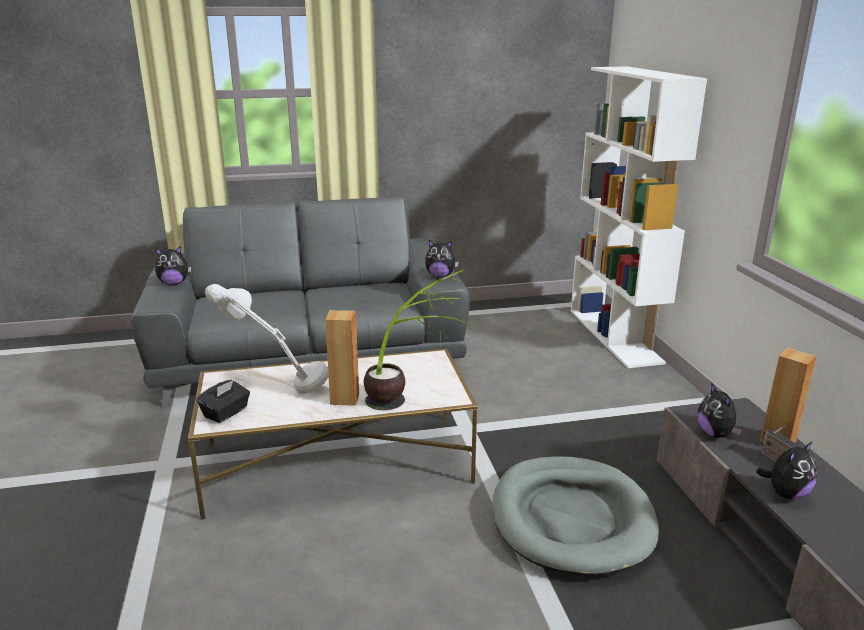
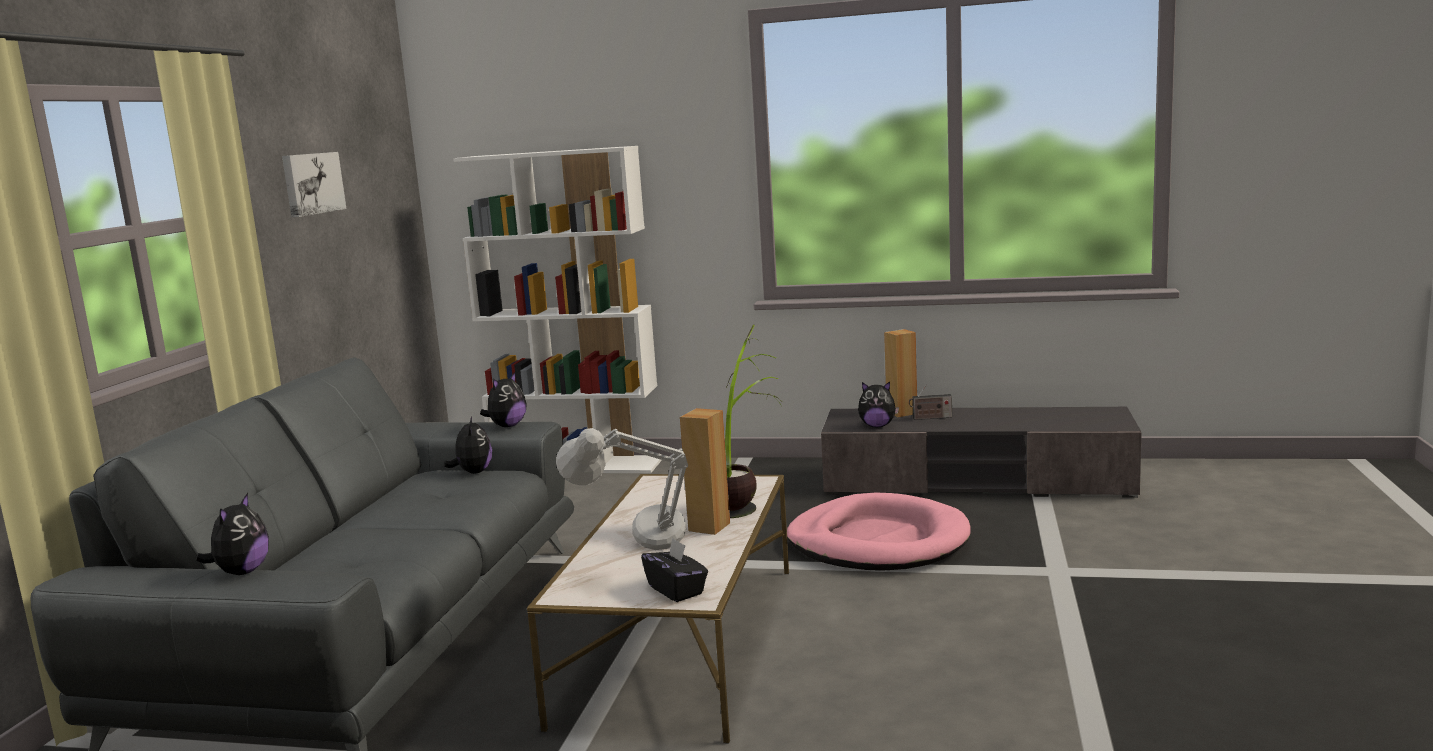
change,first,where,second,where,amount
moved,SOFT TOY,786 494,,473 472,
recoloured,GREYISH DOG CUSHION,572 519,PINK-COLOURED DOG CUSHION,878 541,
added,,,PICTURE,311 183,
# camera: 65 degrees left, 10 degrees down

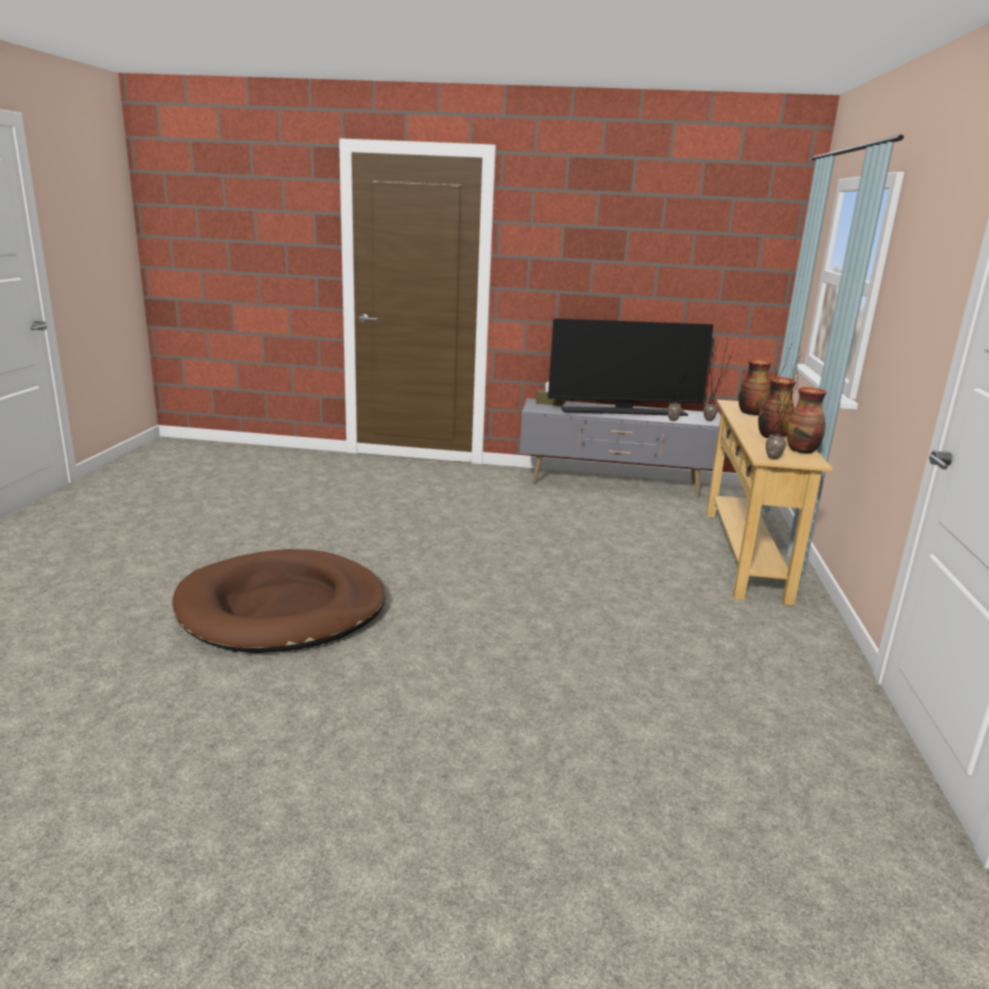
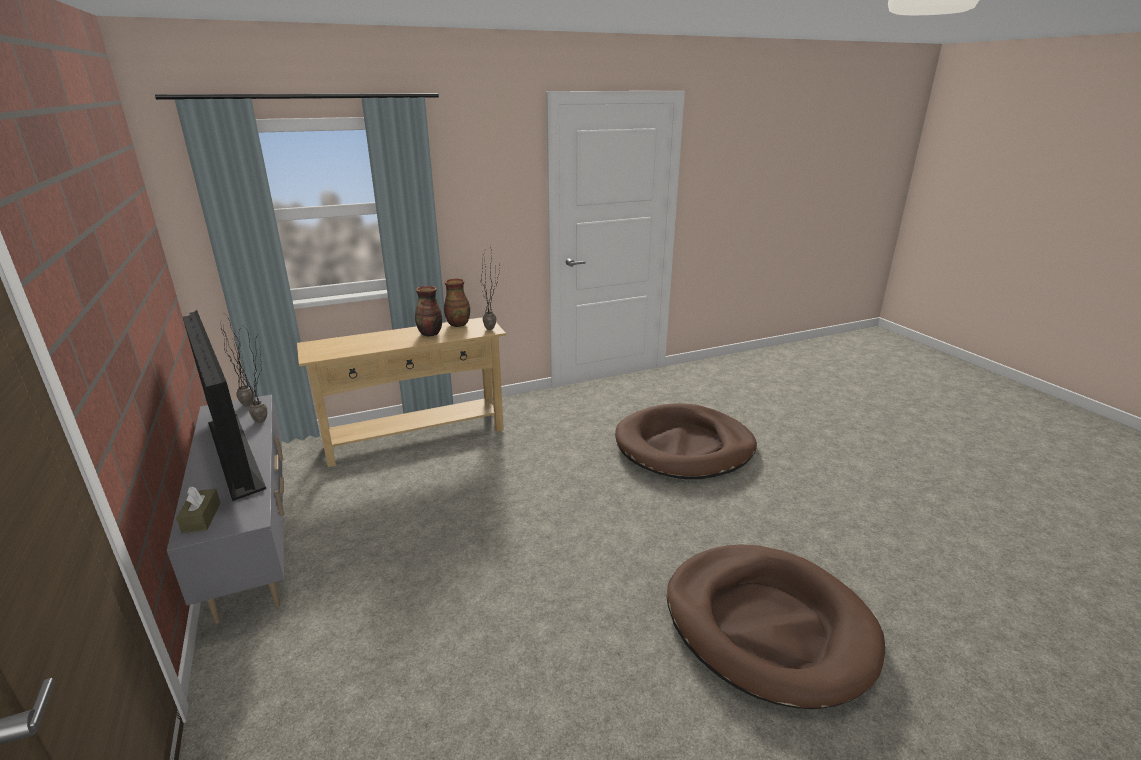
change,first,where,second,where,amount
removed,FLOWER VASE,750 413,,,
added,,,BROWN DOG CUSHION,684 446,
# camera: 120 degrees left, 5 degrees up

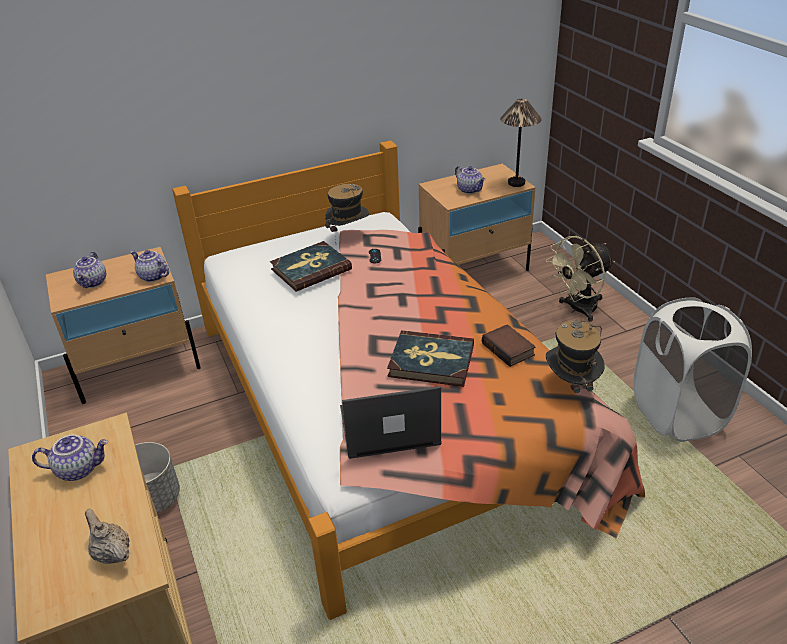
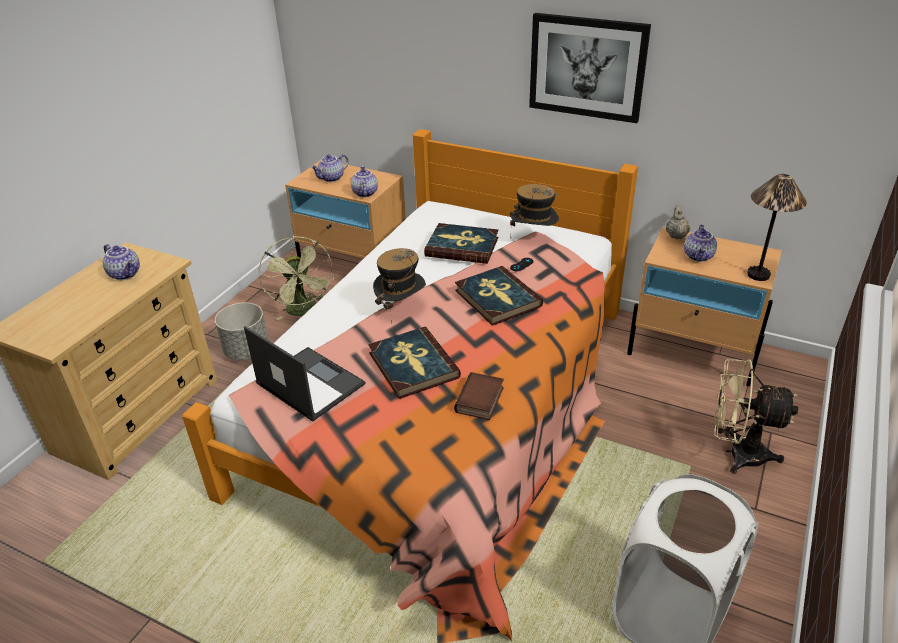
change,first,where,second,where,amount
moved,WEARABLE HAT,571 386,,401 308,
moved,BEIGE-COLOURED TEA POT,112 553,,676 235,
added,,,PICTURE,587 67,
added,,,GREENISH FAN,304 311,
added,,,BOUND BOOK,497 298,
# camera: 50 degrees right, 0 degrees up

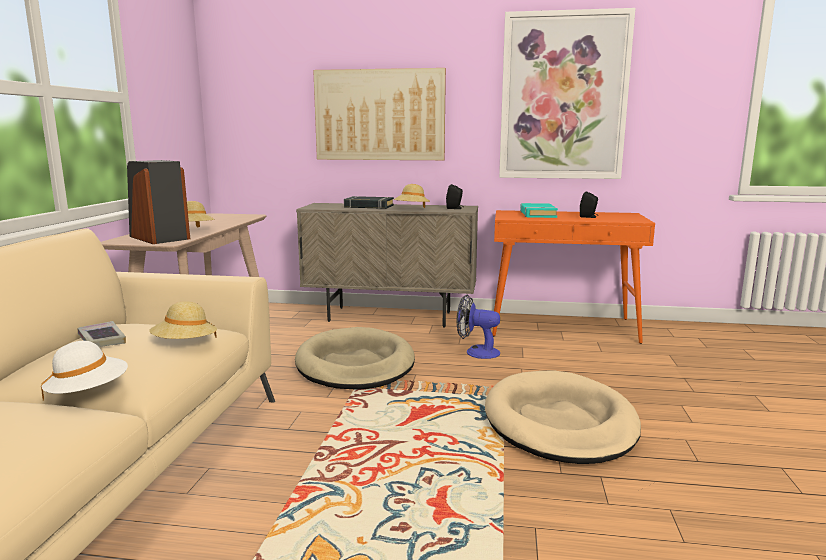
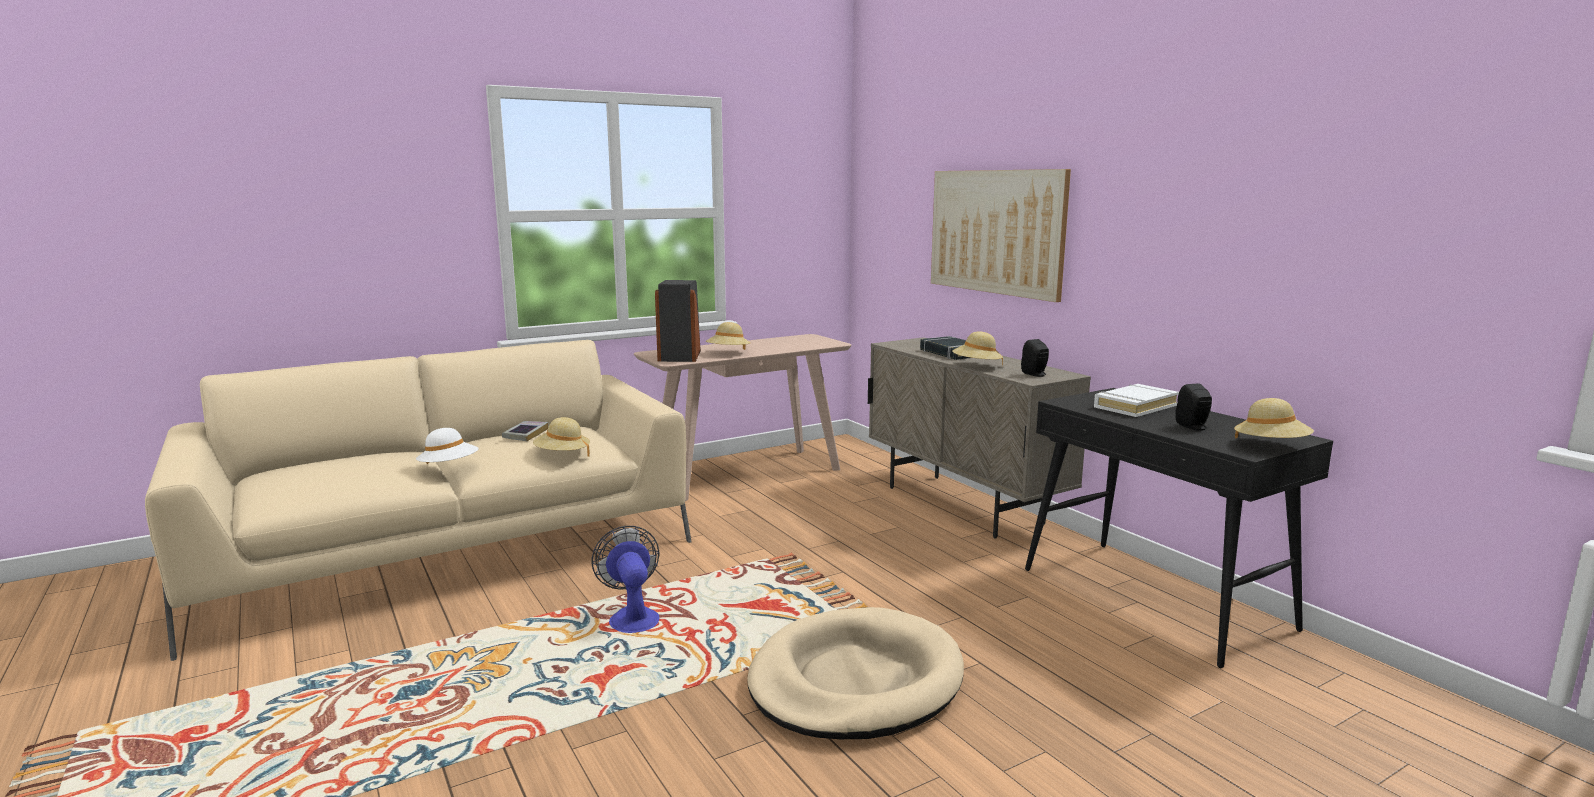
change,first,where,second,where,amount
removed,PICTURE,563 97,,,
recoloured,TURQUOISE-COLOURED BOUND BOOK,537 214,WHITISH BOUND BOOK,1135 406,
recoloured,ORANGEY NARROW TABLE,563 327,BLACKISH NARROW TABLE,1155 599,
moved,FAN,476 352,,632 616,
removed,BEIGE-COLOURED DOG CUSHION,355 364,,,
added,,,BEIGE-COLOURED WEARABLE HAT,1271 446,
# camera: 50 degrees right, 0 degrees up

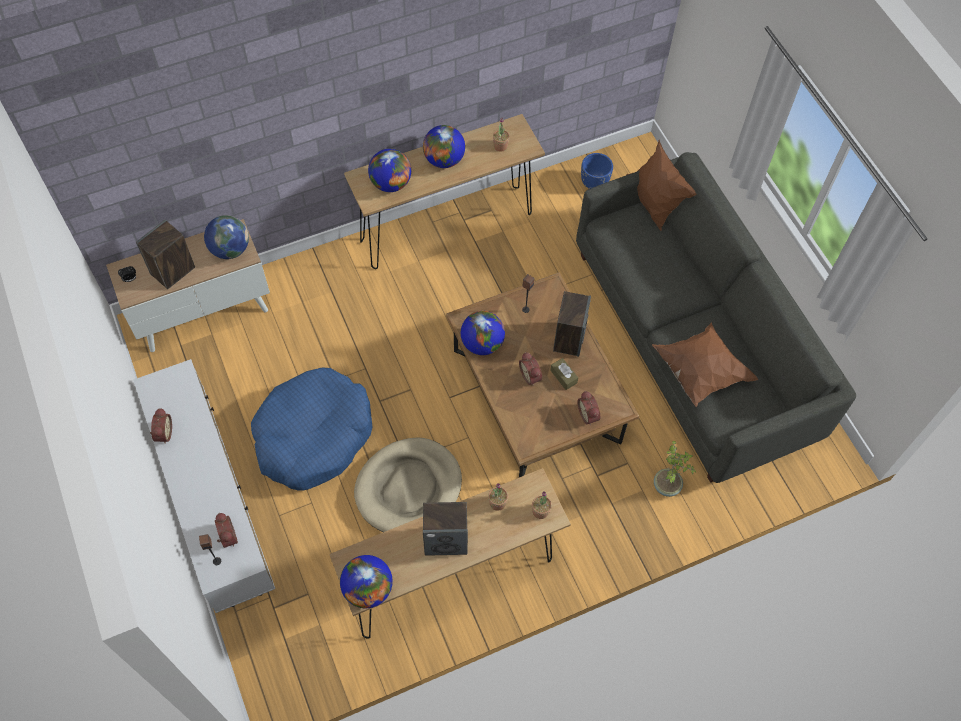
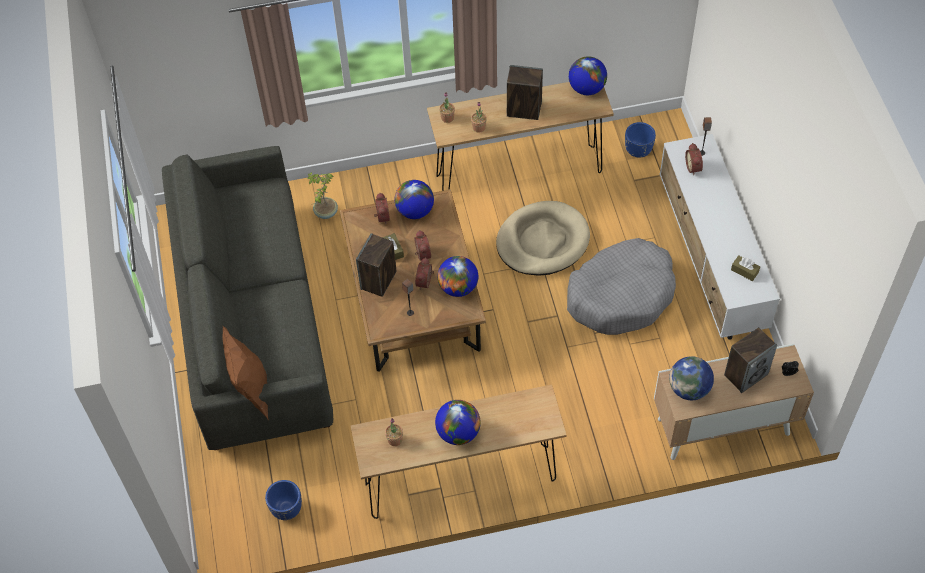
change,first,where,second,where,amount
moved,DESK GLOBE,391 183,,415 211,
removed,BROWN CUSHION,699 371,,,
recoloured,BLUE-COLOURED DOG CUSHION,313 436,GREYISH DOG CUSHION,621 295,
moved,TABLE CLOCK,163 433,,425 282,
added,,,BLUE-COLOURED PLANTER,638 151,
added,,,BROWN TISSUE BOX,744 271,
# camera: 165 degrees left, 5 degrees down

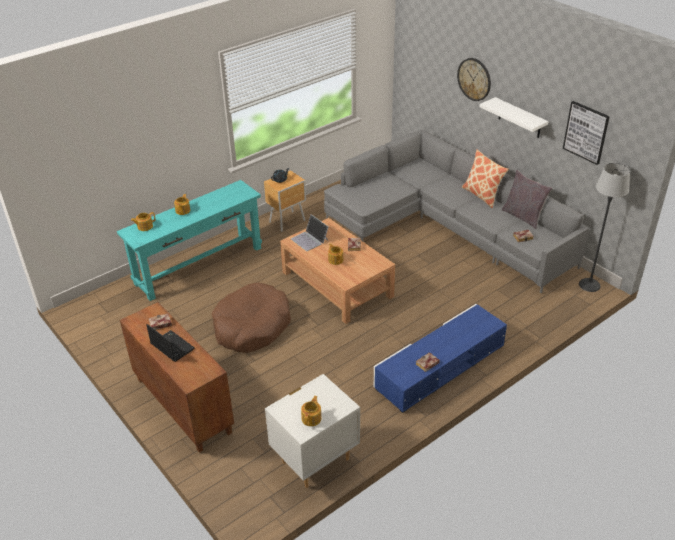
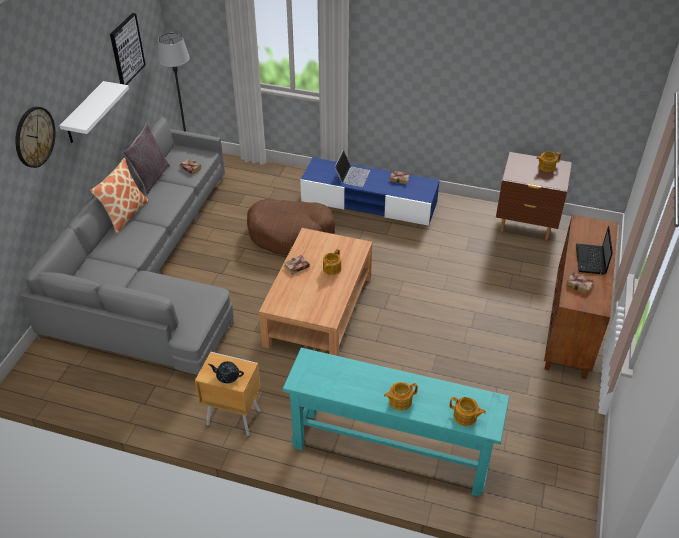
change,first,where,second,where,amount
moved,LAPTOP,310 239,,352 175,
moved,BROWN DOG CUSHION,252 326,,291 234,
recoloured,WHITISH NIGHT TABLE,315 460,BROWN NIGHT TABLE,526 225,
# camera: 125 degrees left, 5 degrees up

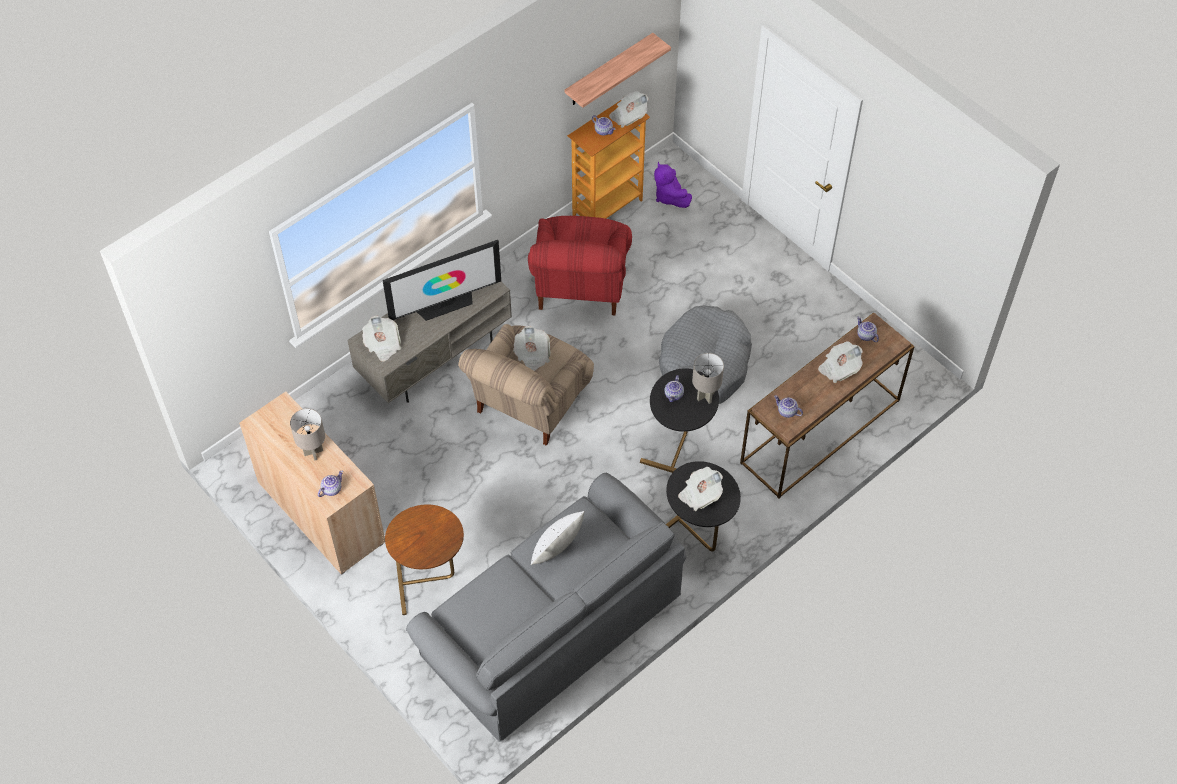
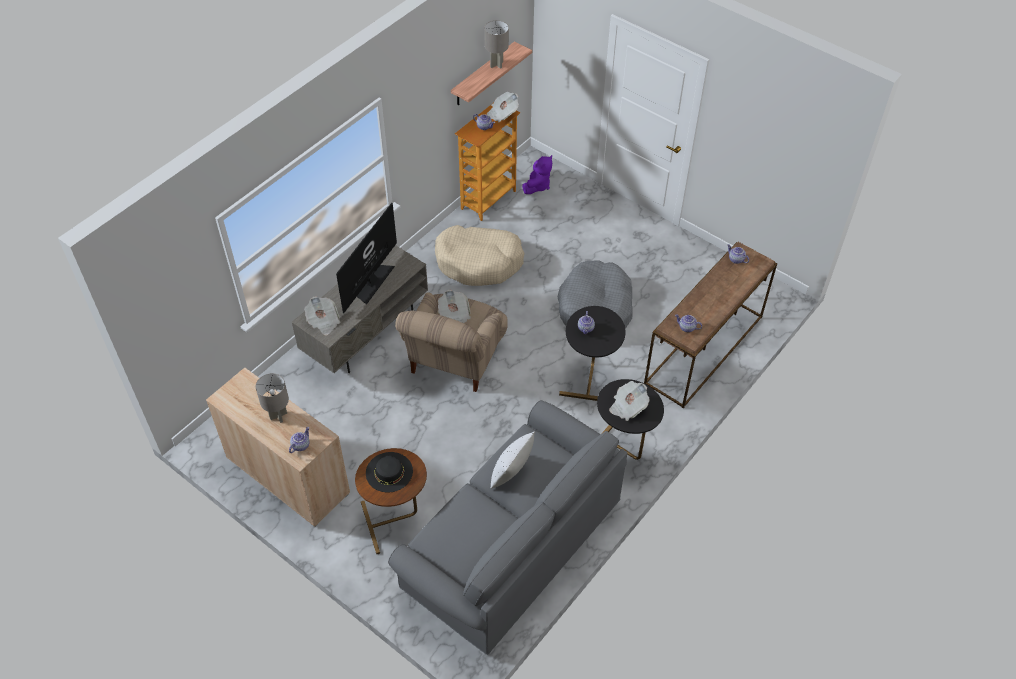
change,first,where,second,where,amount
turned,PURPLE SOFT TOY,669 196,,537 186,120 degrees counterclockwise
replaced,RED-COLOURED ARMCHAIR,580 286,BEIGE-COLOURED DOG CUSHION,479 262,
turned,TELEVISION,445 304,,372 282,150 degrees clockwise
removed,NEWSPAPER,839 368,,,
moved,GREYISH TABLETOP LAMP,705 396,,496 64,
added,,,BLACKISH WEARABLE HAT,389 472,
# camera: 10 degrees left, 5 degrees down

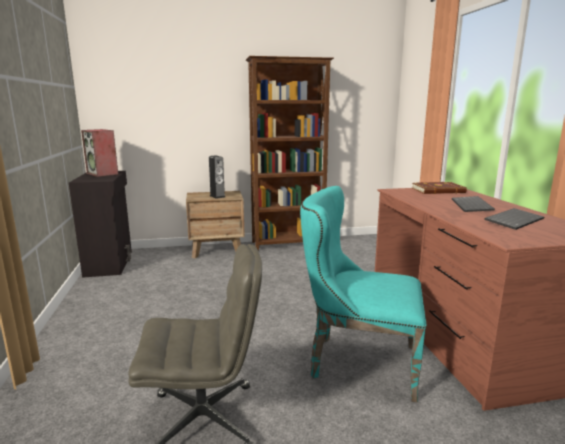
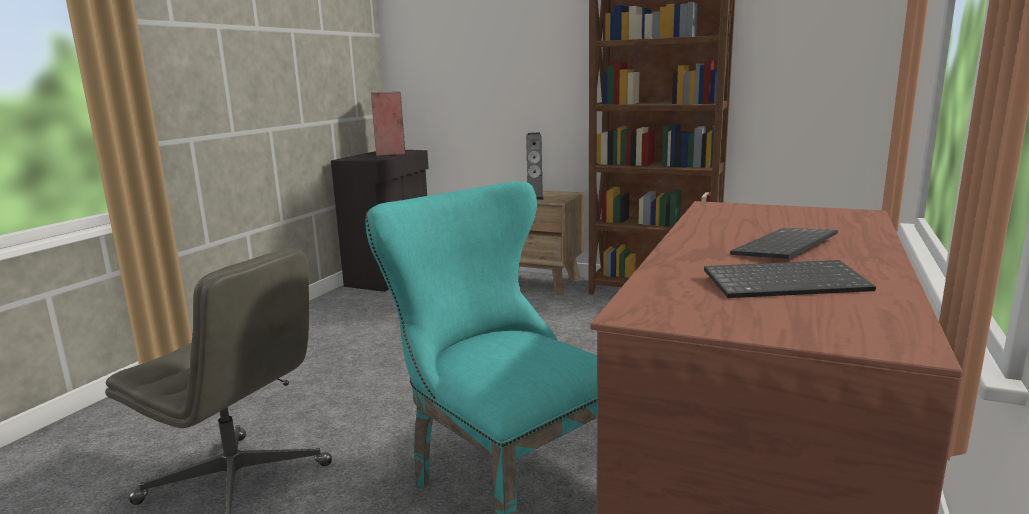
change,first,where,second,where,amount
removed,BROWN BOUND BOOK,438 191,,,
# camera: 35 degrees right, 0 degrees up

